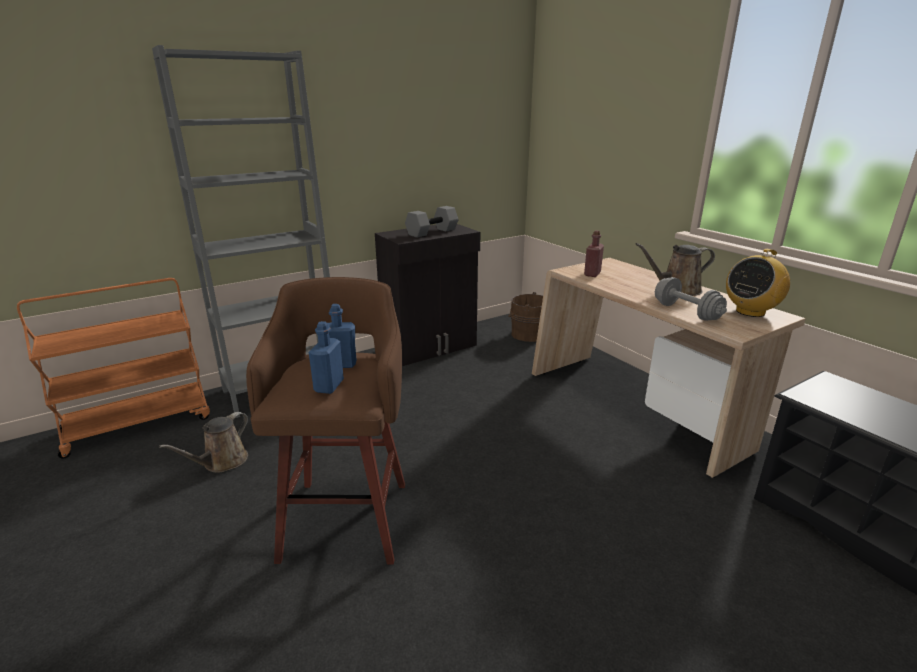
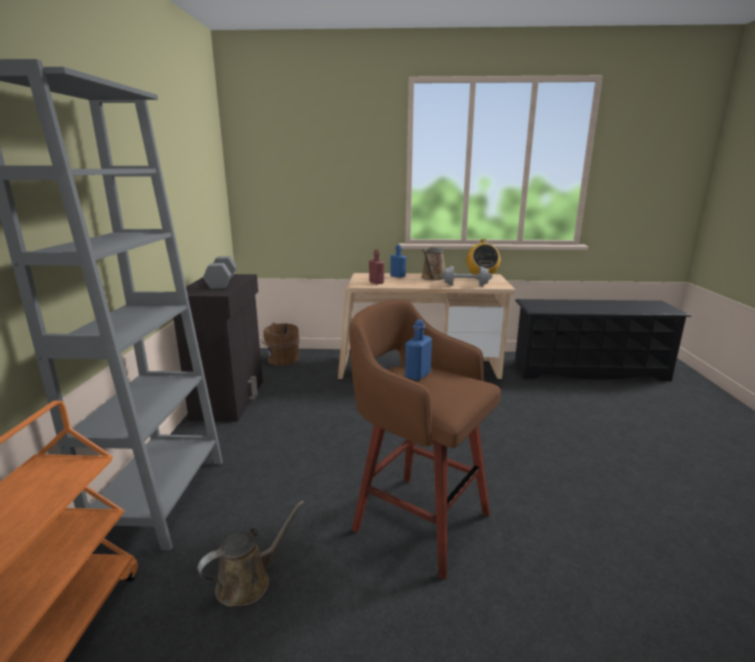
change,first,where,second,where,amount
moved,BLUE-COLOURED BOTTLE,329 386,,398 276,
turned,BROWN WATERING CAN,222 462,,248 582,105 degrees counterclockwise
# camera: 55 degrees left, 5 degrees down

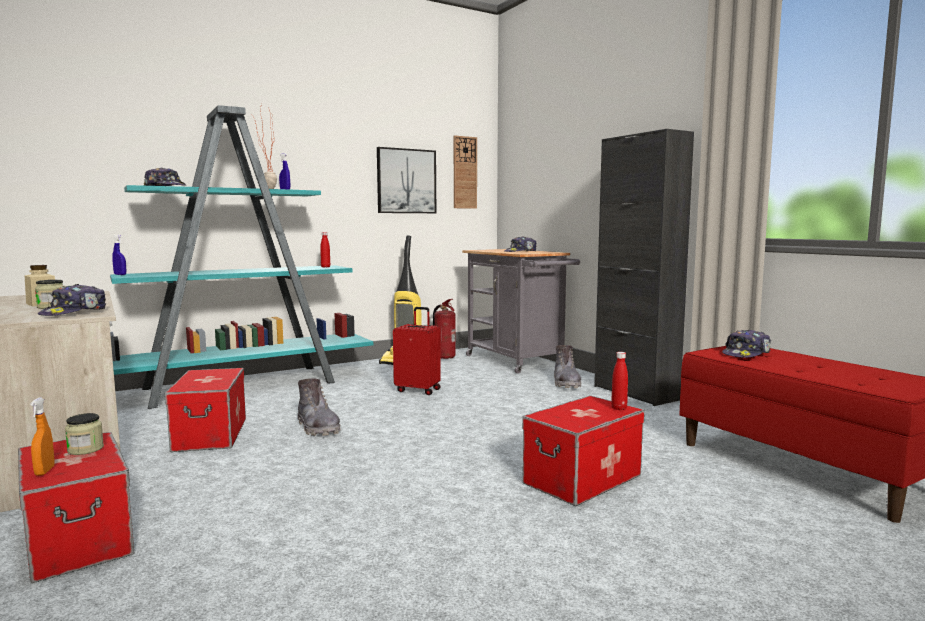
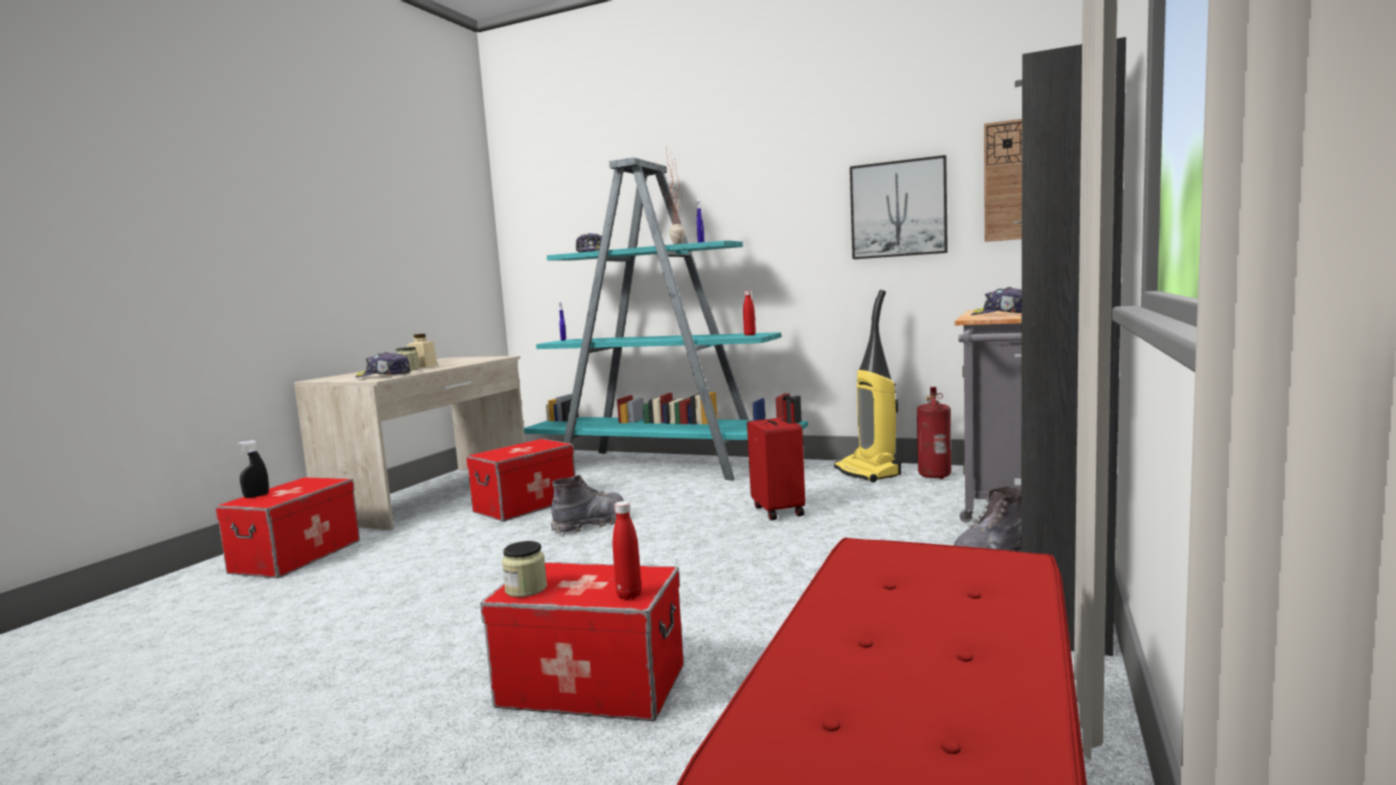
change,first,where,second,where,amount
removed,BASEBALL CAP,746 354,,,
turned,GREYISH TALL BOOT,318 428,,591 524,150 degrees counterclockwise
recoloured,ORANGEY SPRAYER,44 471,BLACKISH SPRAYER,256 496,
moved,JAR,85 449,,526 589,
# camera: 55 degrees right, 0 degrees up

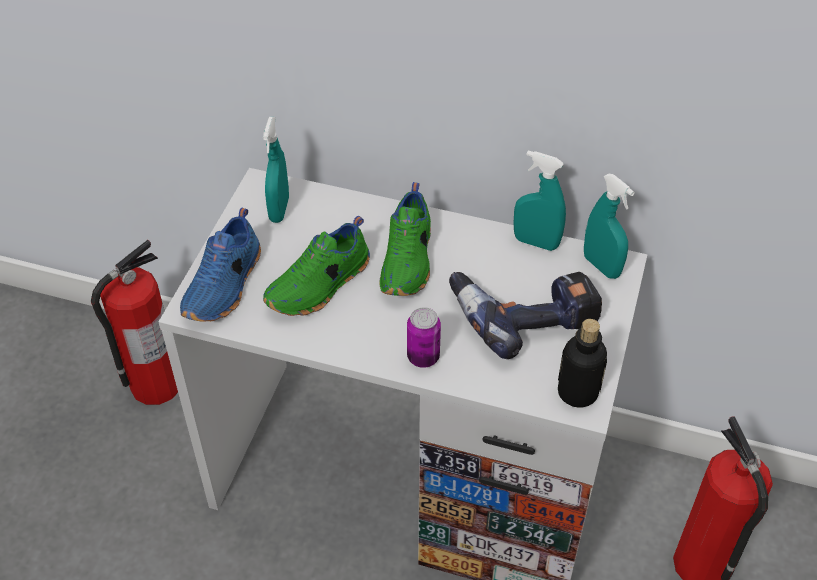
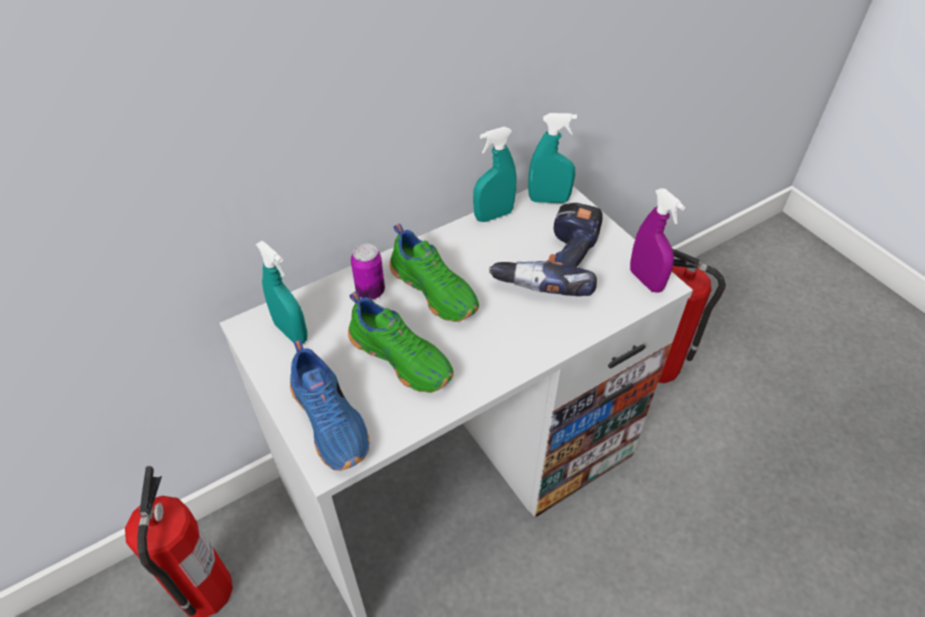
change,first,where,second,where,amount
turned,GREENISH LOW SHOE,320 286,,402 357,45 degrees counterclockwise
moved,SEALED CAN,423 357,,370 291,
replaced,BOTTLE,577 392,PURPLE SPRAYER,646 280,
# camera: 50 degrees left, 0 degrees up

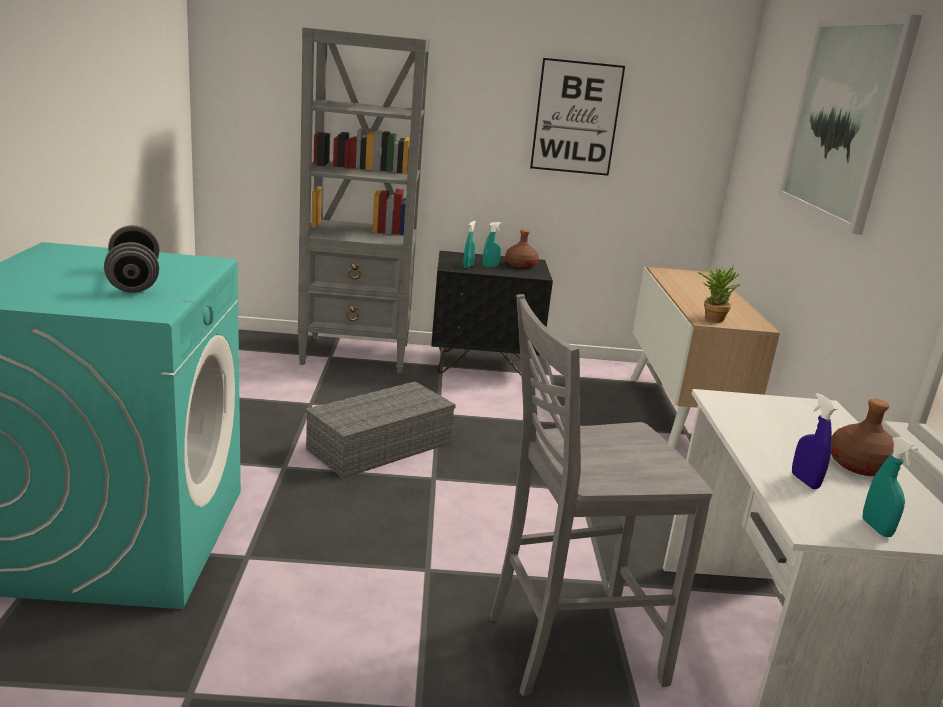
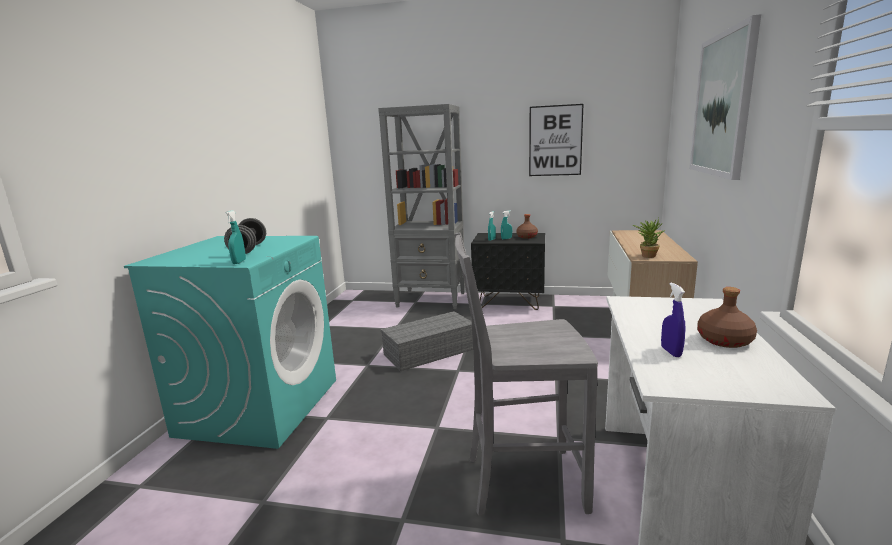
change,first,where,second,where,amount
moved,TURQUOISE-COLOURED SPRAYER,876 528,,239 262,
# camera: 15 degrees right, 5 degrees down

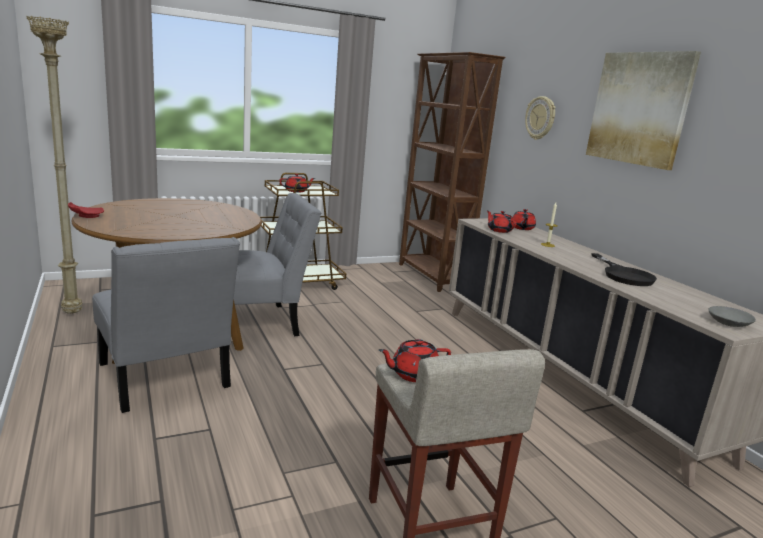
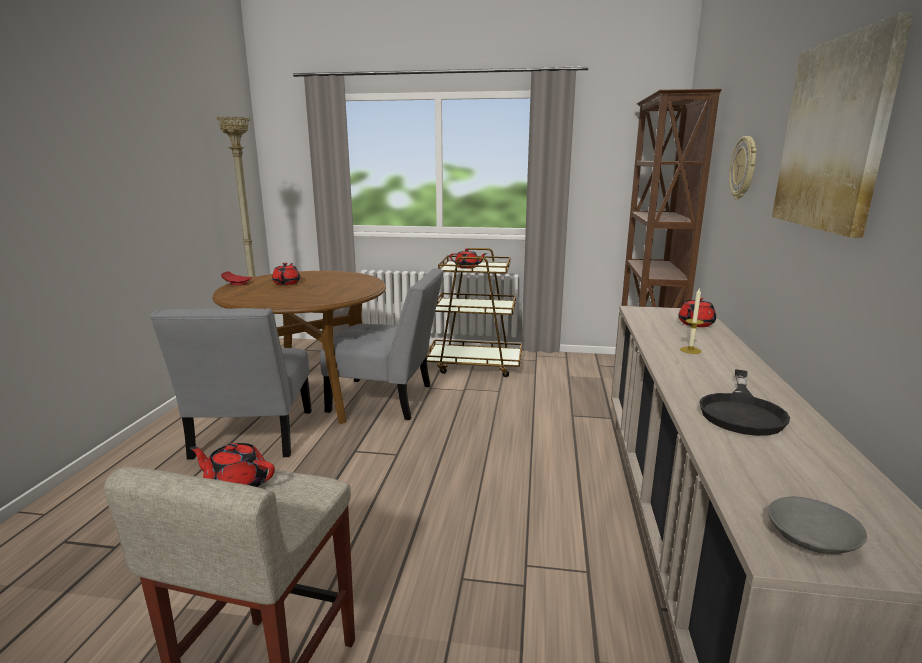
change,first,where,second,where,amount
moved,RED-COLOURED TEA POT,499 230,,287 283,
# camera: 35 degrees right, 0 degrees up

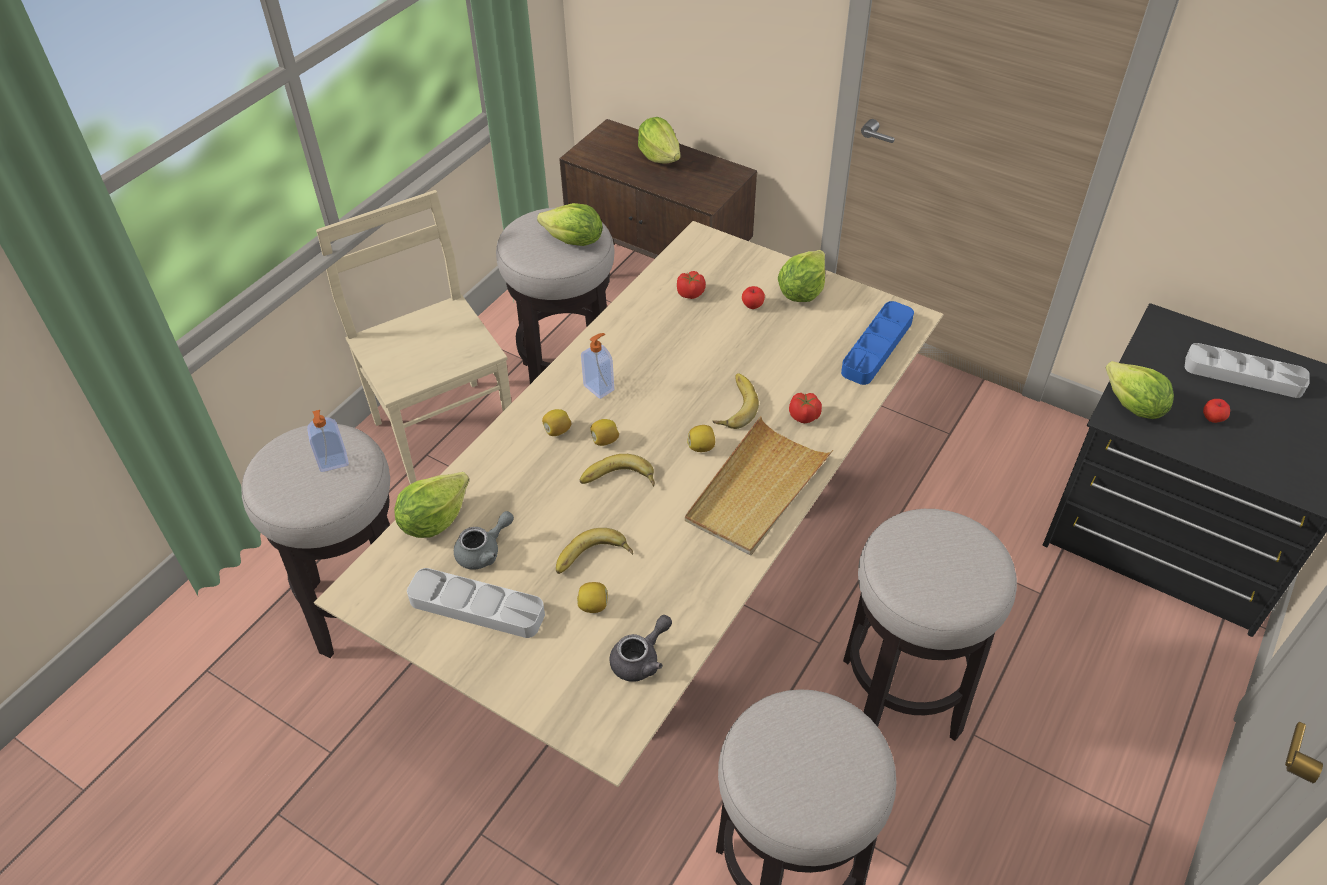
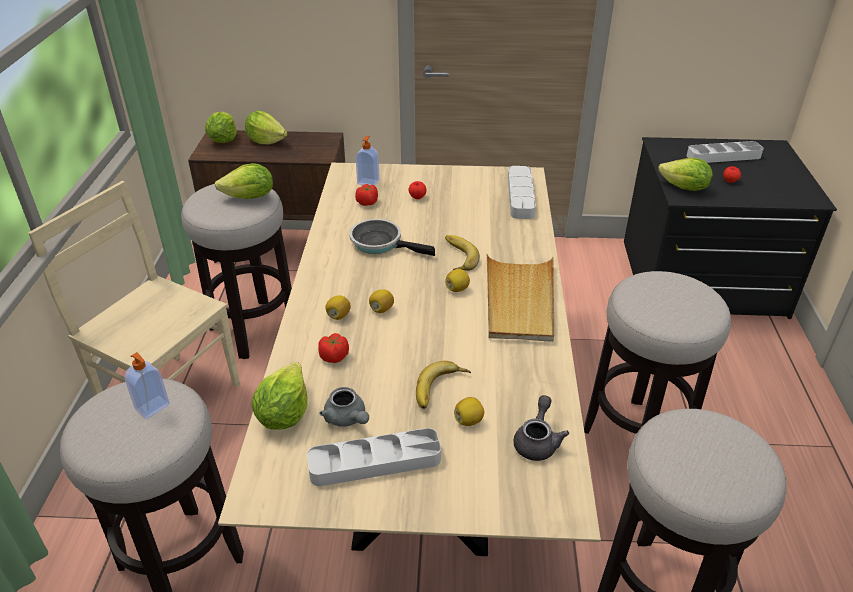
change,first,where,second,where,amount
moved,HEAD OF LETTUCE,801 292,,223 139,
recoloured,BLUE-COLOURED TRAY,877 347,GREYISH TRAY,520 196,
moved,SOAP BOTTLE,599 387,,368 182,
moved,WHOLE TOMATO,804 416,,334 357,
removed,WHOLE BANANA,618 481,,,
turned,GREYISH TEA POT,484 551,,347 419,120 degrees clockwise
added,,,SKILLET,380 243,
# camera: 30 degrees left, 10 degrees down

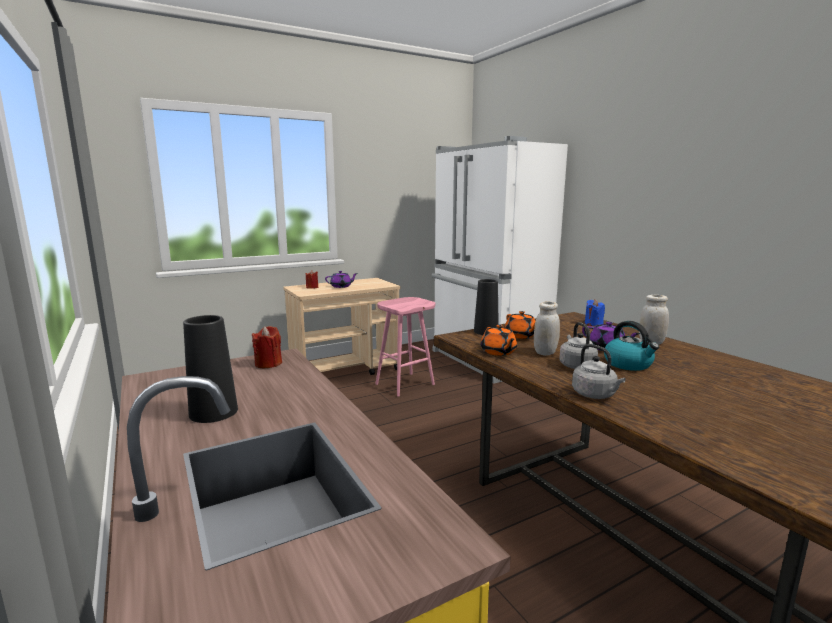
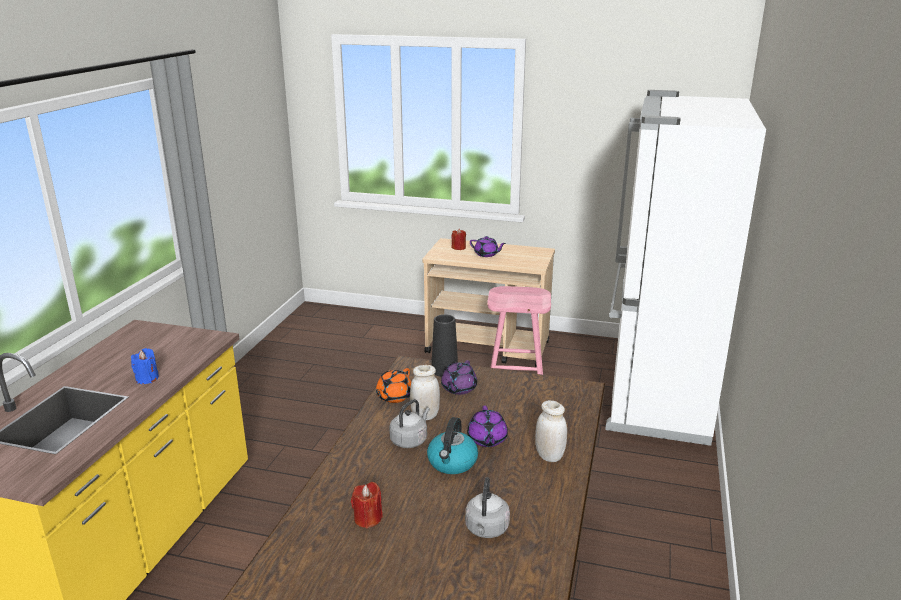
change,first,where,second,where,amount
moved,BLUE-COLOURED WAX CANDLE,593 324,,147 379,
recoloured,ORANGEY TEA POT,521 336,PURPLE TEA POT,458 388,
removed,BLACKISH FLOWER VASE,213 412,,,
moved,RED-COLOURED WAX CANDLE,268 364,,368 518,
moved,GREYISH WATER KETTLE,595 395,,486 529,
# camera: 45 degrees right, 10 degrees up

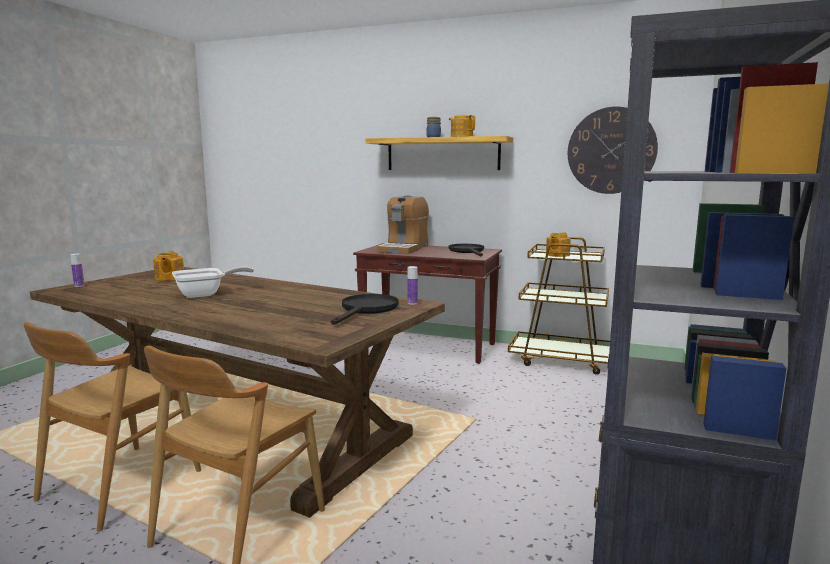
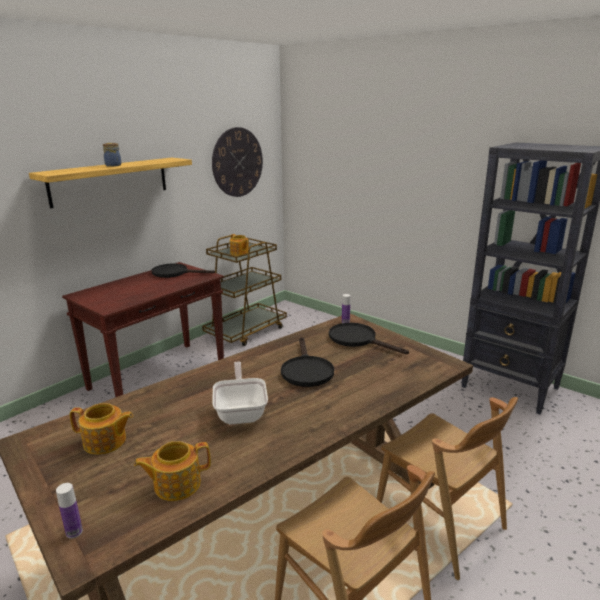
change,first,where,second,where,amount
moved,TEA POT,461 137,,176 484,
removed,COFFEE MACHINE,404 249,,,
added,,,BLACKISH SKILLET,306 370,
# camera: 70 degrees left, 10 degrees up

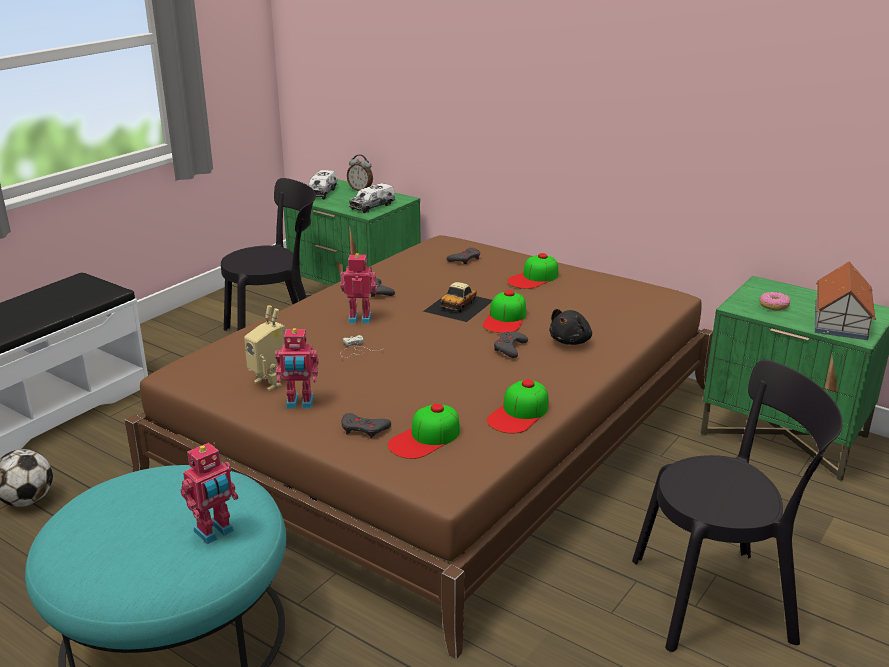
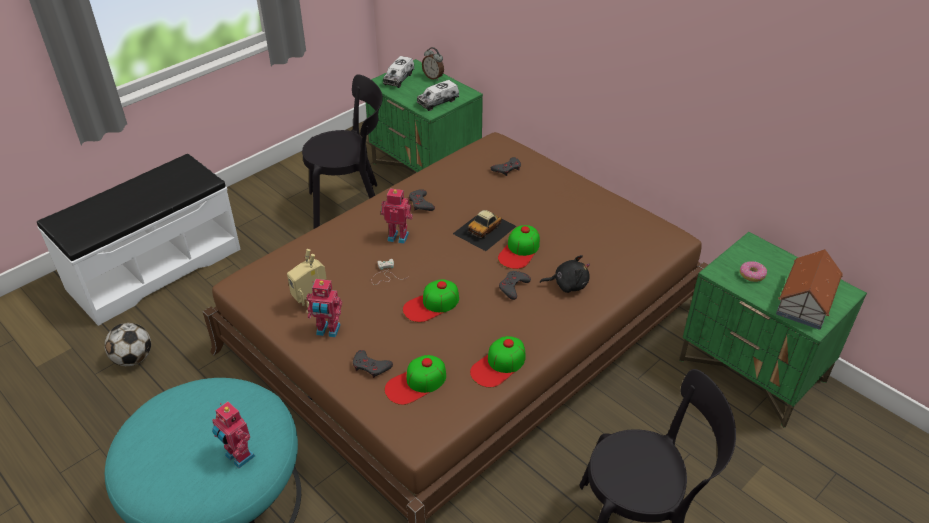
change,first,where,second,where,amount
moved,BASEBALL CAP,533 278,,431 304,
turned,BLACKISH SOFT TOY,571 341,,568 284,135 degrees counterclockwise
turned,ROBOT FIGURE,215 532,,238 457,75 degrees clockwise
# camera: 10 degrees right, 15 degrees up

